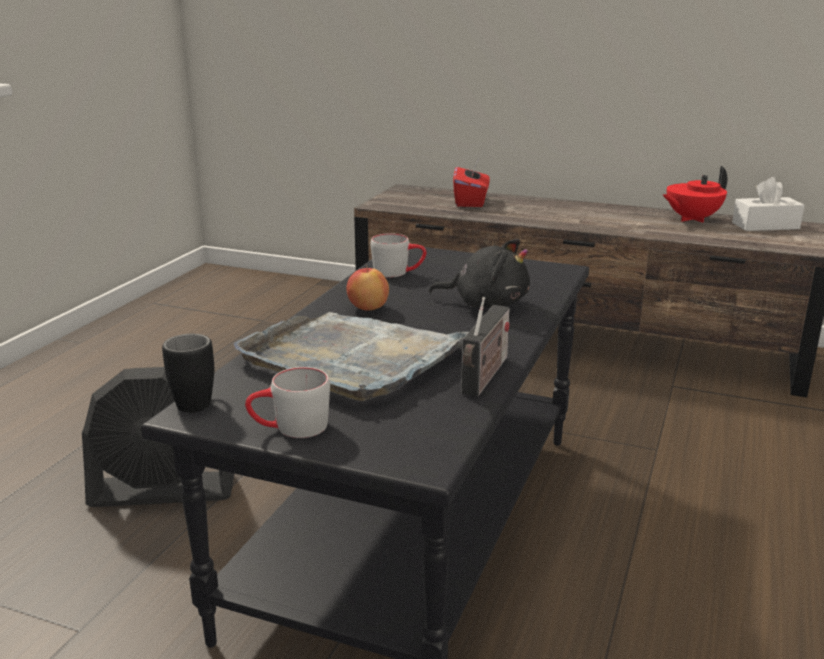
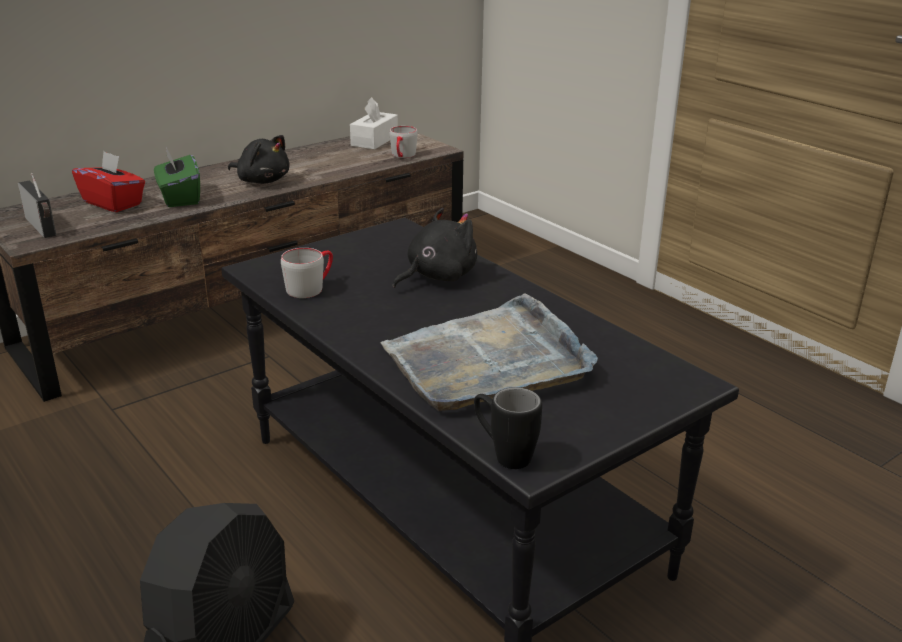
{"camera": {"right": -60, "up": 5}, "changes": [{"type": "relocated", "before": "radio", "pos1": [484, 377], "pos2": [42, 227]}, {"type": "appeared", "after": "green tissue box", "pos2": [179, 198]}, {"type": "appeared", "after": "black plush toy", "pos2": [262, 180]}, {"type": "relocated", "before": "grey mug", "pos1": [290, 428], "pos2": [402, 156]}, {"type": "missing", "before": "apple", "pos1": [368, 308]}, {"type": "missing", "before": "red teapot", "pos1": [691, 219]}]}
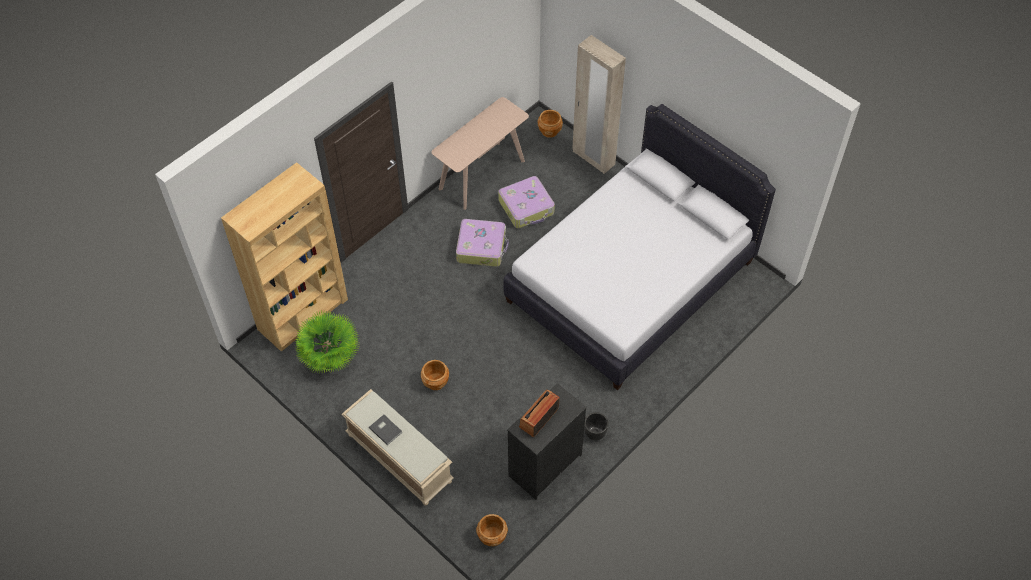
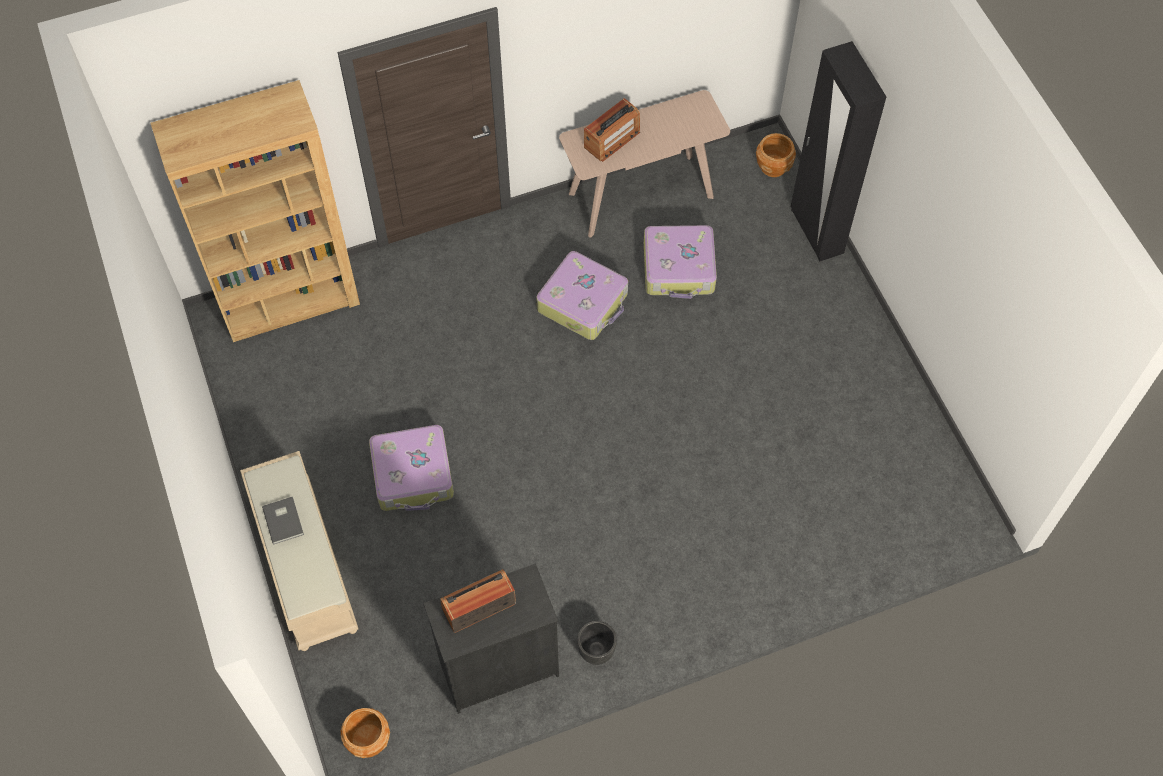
{"camera": {"right": 25, "up": 5}, "changes": [{"type": "exchanged", "before": "brown planter", "after": "suitcase", "pos1": [435, 382], "pos2": [413, 474]}, {"type": "appeared", "after": "radio", "pos2": [612, 139]}, {"type": "colour", "before": "beige wardrobe", "after": "black wardrobe", "pos1": [593, 158], "pos2": [816, 232]}, {"type": "missing", "before": "potted plant", "pos1": [330, 358]}, {"type": "missing", "before": "white bed", "pos1": [630, 281]}]}
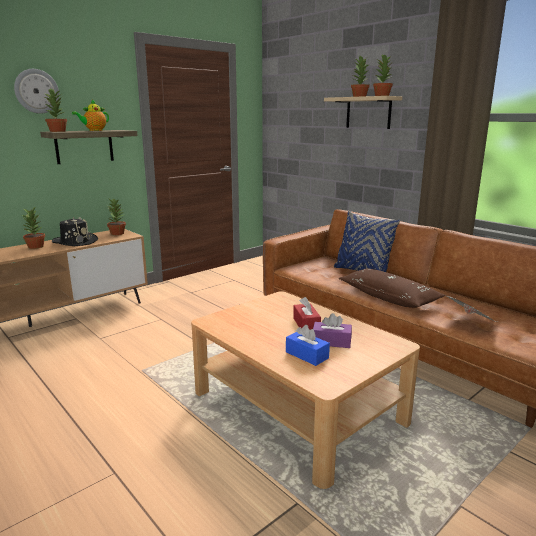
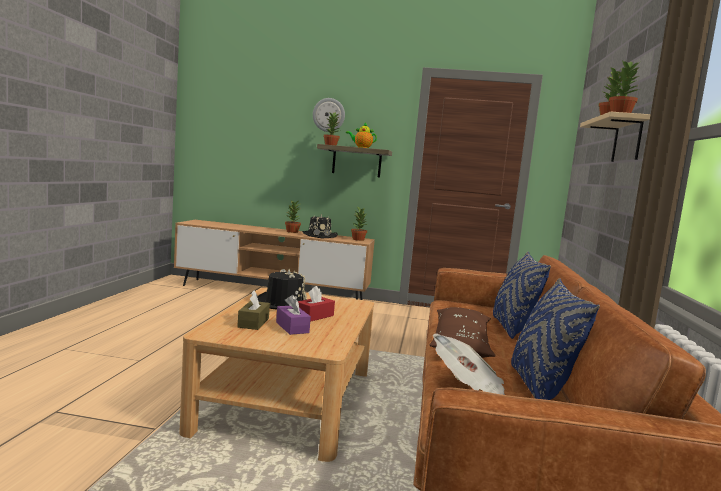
{"camera": {"right": 50, "up": -10}, "changes": [{"type": "colour", "before": "blue tissue box", "after": "brown tissue box", "pos1": [307, 355], "pos2": [253, 323]}, {"type": "appeared", "after": "black hat", "pos2": [283, 304]}, {"type": "appeared", "after": "blue pillow", "pos2": [539, 387]}]}
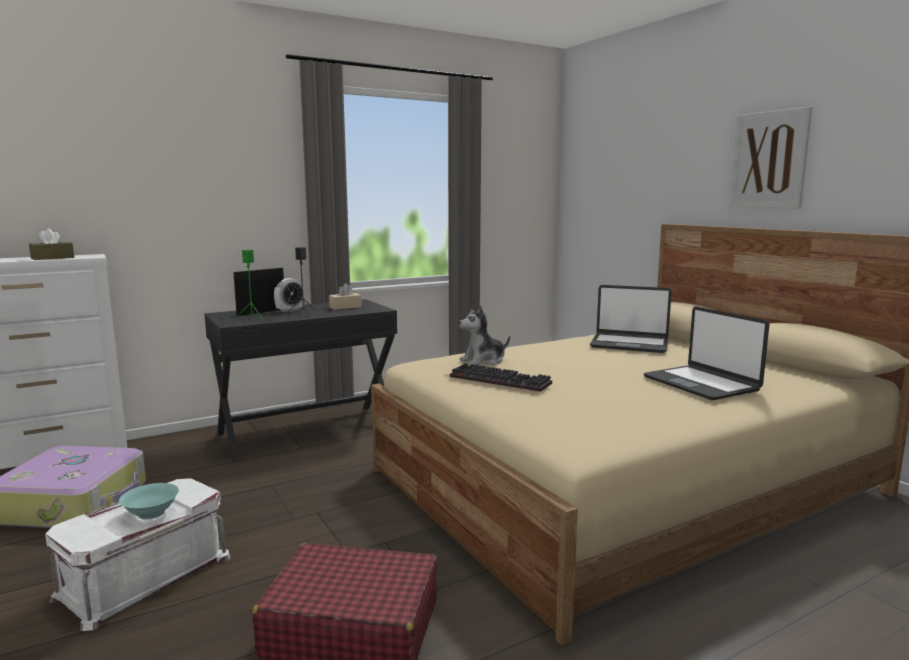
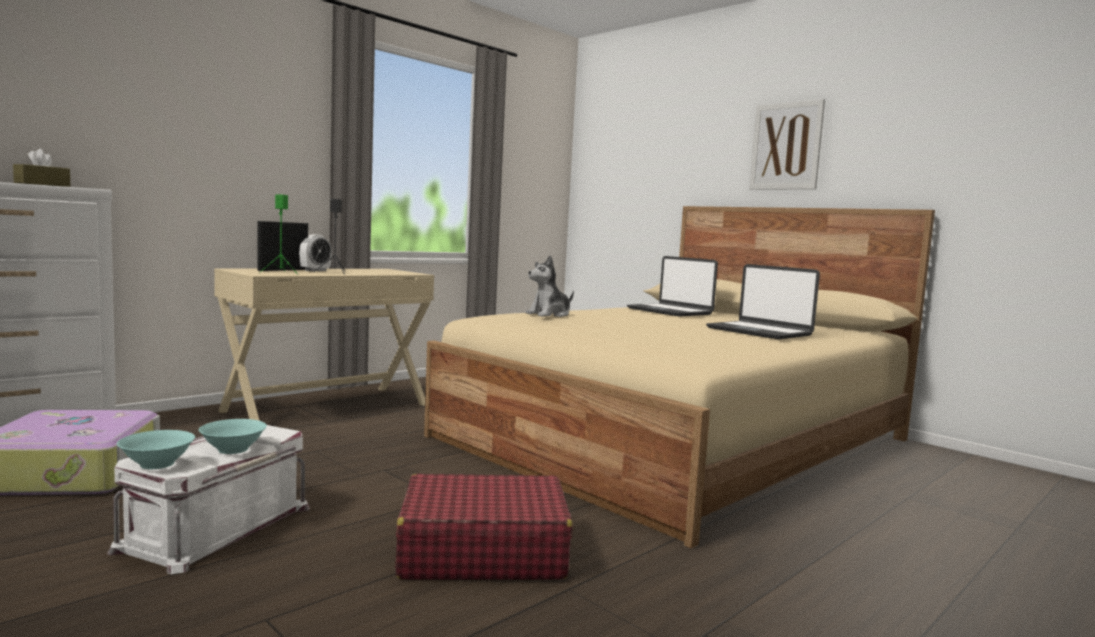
{"camera": {"right": -15, "up": -5}, "changes": [{"type": "appeared", "after": "turquoise bowl", "pos2": [156, 464]}, {"type": "colour", "before": "black desk", "after": "beige desk", "pos1": [307, 430], "pos2": [327, 407]}, {"type": "spun", "before": "laptop", "pos1": [629, 344], "pos2": [670, 311], "turn": 45}, {"type": "missing", "before": "beige tissue box", "pos1": [345, 307]}, {"type": "missing", "before": "keyboard", "pos1": [502, 380]}]}
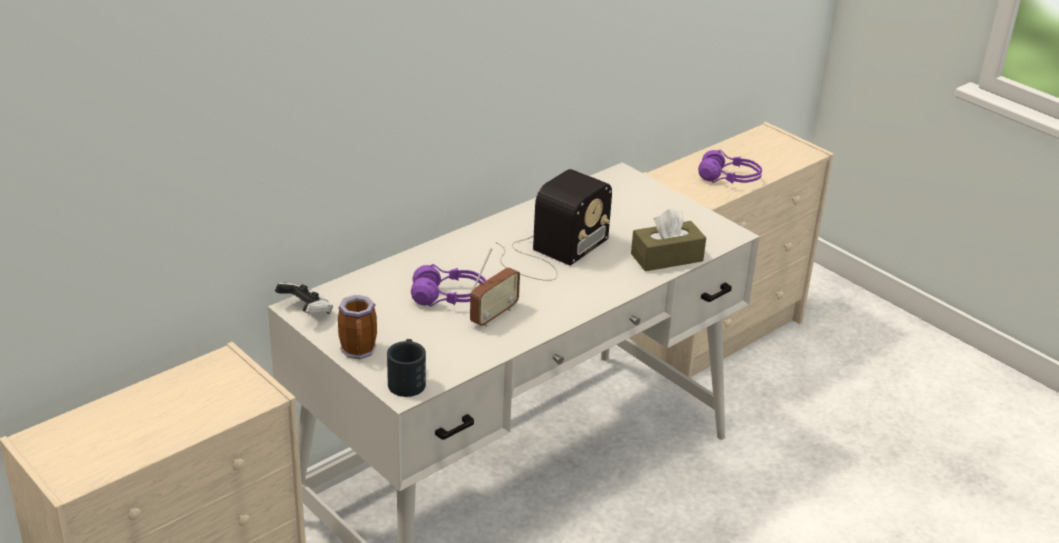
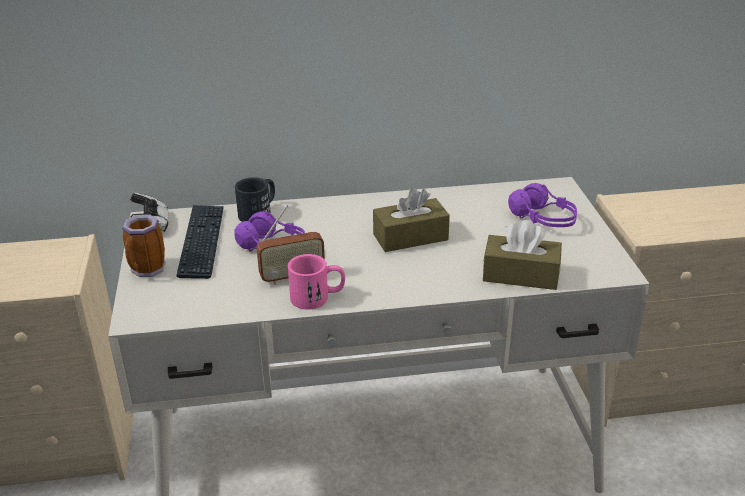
{"camera": {"right": 35, "up": 0}, "changes": [{"type": "appeared", "after": "keyboard", "pos2": [202, 242]}, {"type": "relocated", "before": "black mug", "pos1": [407, 379], "pos2": [259, 212]}, {"type": "appeared", "after": "pink mug", "pos2": [318, 297]}, {"type": "exchanged", "before": "radio", "after": "brown tissue box", "pos1": [551, 252], "pos2": [410, 237]}, {"type": "relocated", "before": "purple headphones", "pos1": [729, 179], "pos2": [543, 219]}]}
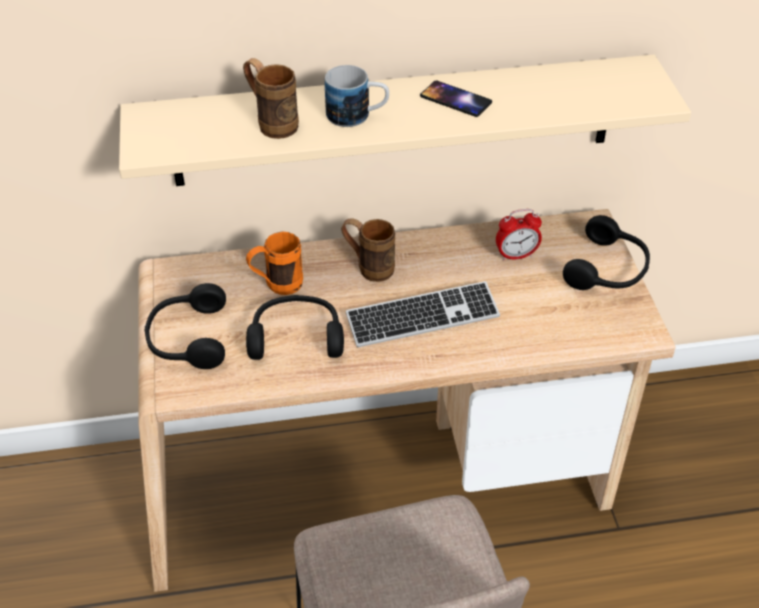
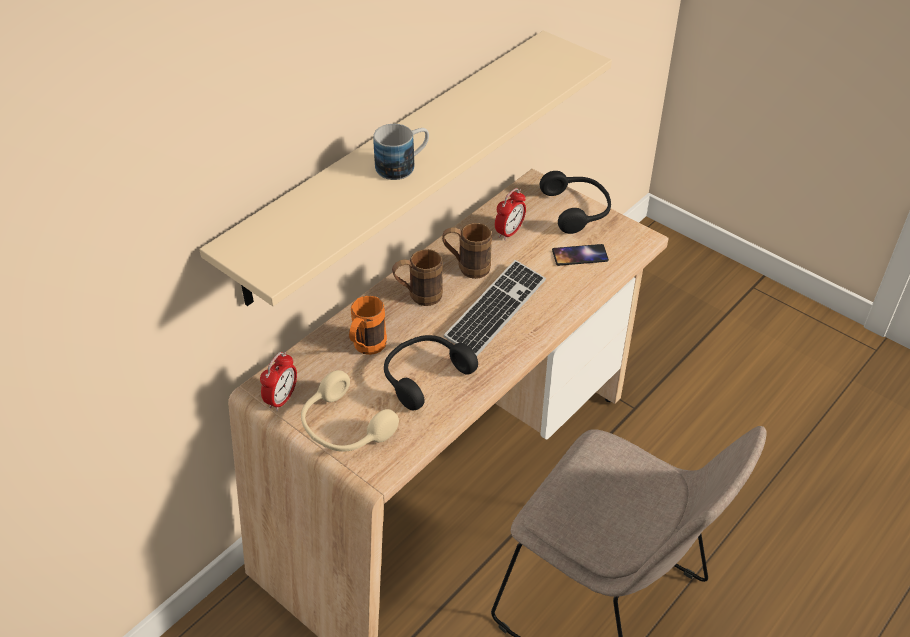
{"camera": {"right": -40, "up": 0}, "changes": [{"type": "appeared", "after": "alarm clock", "pos2": [282, 399]}, {"type": "colour", "before": "black headphones", "after": "beige headphones", "pos1": [187, 339], "pos2": [343, 427]}, {"type": "relocated", "before": "brown mug", "pos1": [272, 123], "pos2": [466, 268]}, {"type": "relocated", "before": "phone", "pos1": [455, 99], "pos2": [580, 255]}]}
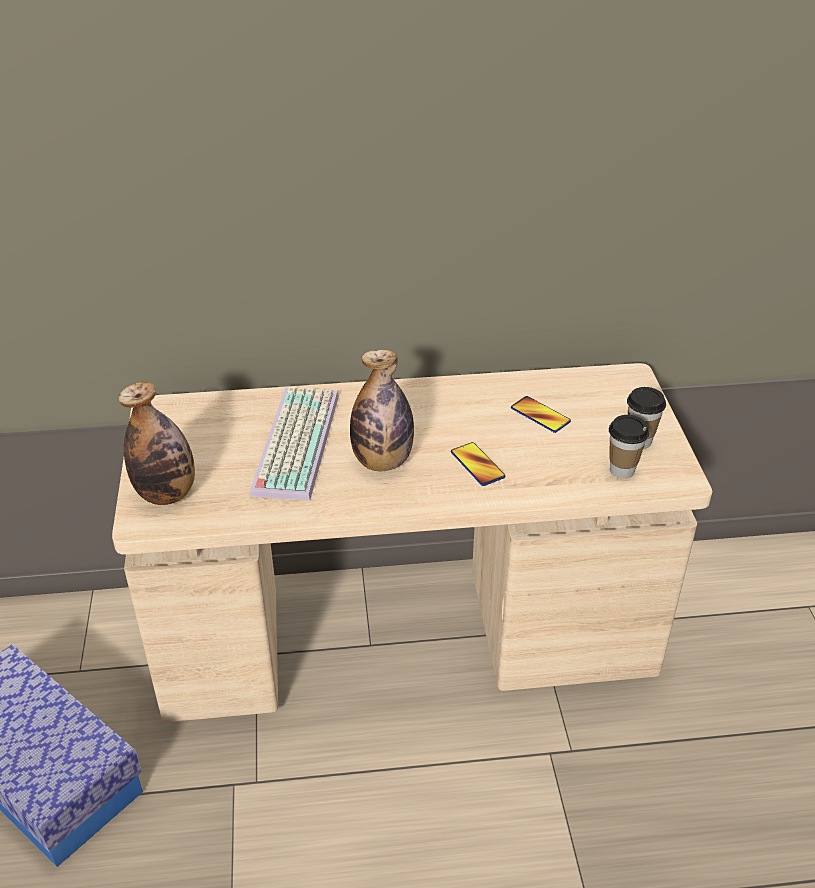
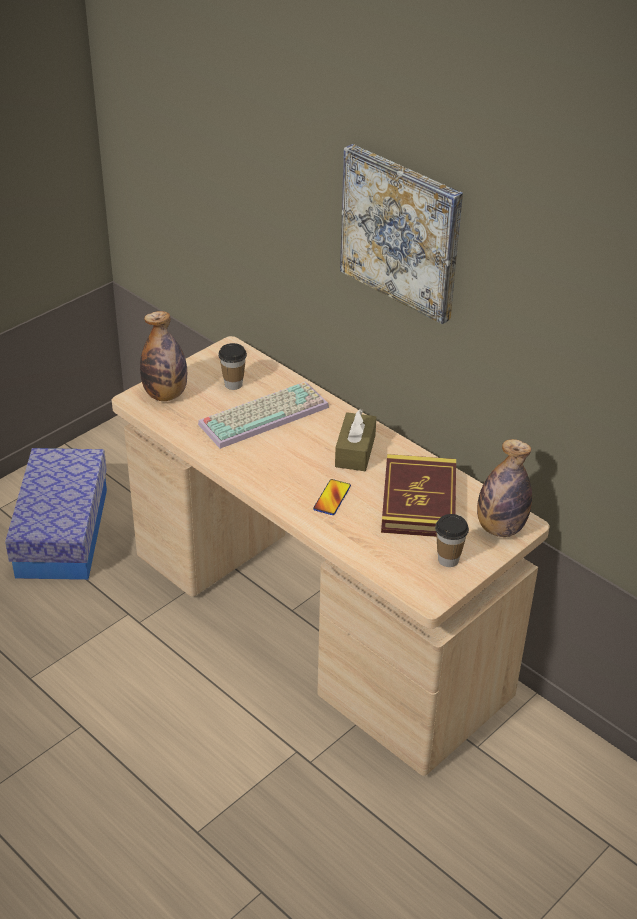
{"camera": {"right": 50, "up": 0}, "changes": [{"type": "relocated", "before": "cup", "pos1": [622, 470], "pos2": [233, 384]}, {"type": "appeared", "after": "brown tissue box", "pos2": [355, 451]}, {"type": "appeared", "after": "picture", "pos2": [401, 232]}, {"type": "exchanged", "before": "phone", "after": "book", "pos1": [540, 415], "pos2": [418, 501]}, {"type": "relocated", "before": "bottle", "pos1": [382, 461], "pos2": [500, 528]}]}
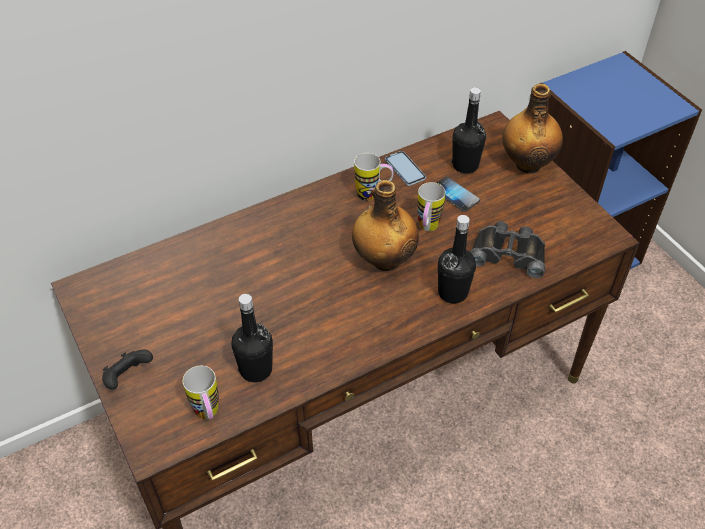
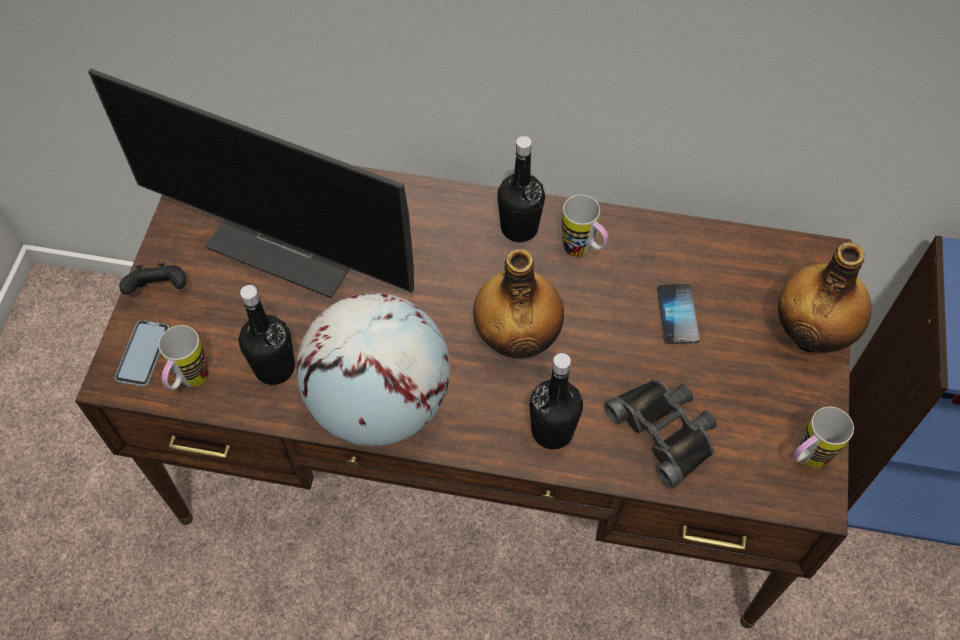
{"camera": {"right": 40, "up": 10}, "changes": [{"type": "appeared", "after": "monitor", "pos2": [295, 241]}, {"type": "relocated", "before": "phone", "pos1": [405, 169], "pos2": [143, 354]}, {"type": "appeared", "after": "globe", "pos2": [380, 403]}, {"type": "relocated", "before": "black bottle", "pos1": [465, 165], "pos2": [519, 228]}, {"type": "relocated", "before": "mug", "pos1": [427, 229], "pos2": [805, 460]}]}
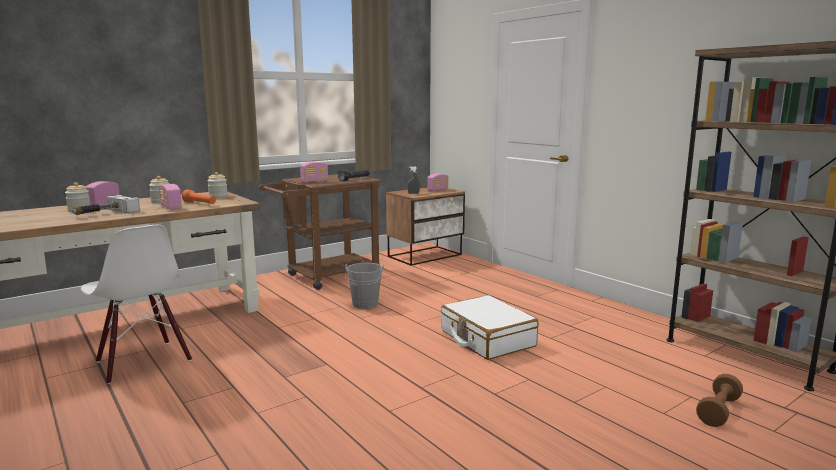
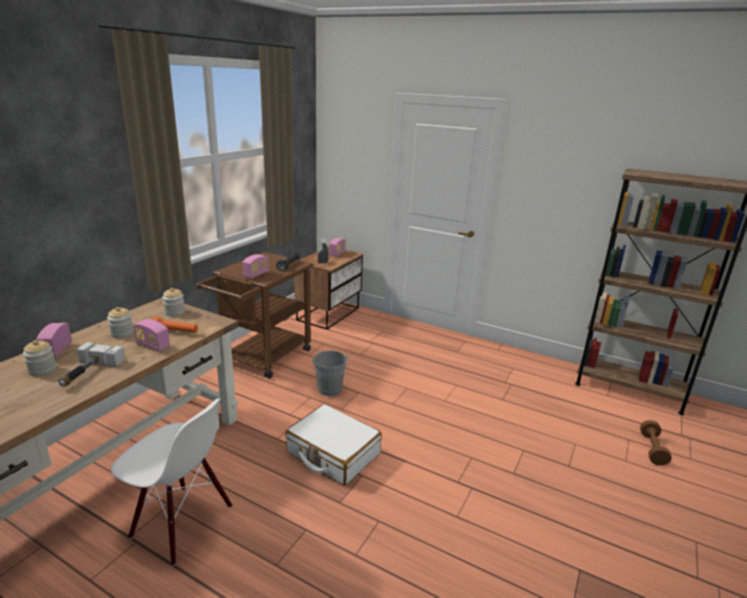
{"camera": {"right": -25, "up": 10}, "changes": [{"type": "relocated", "before": "white suitcase", "pos1": [487, 339], "pos2": [333, 453]}]}
